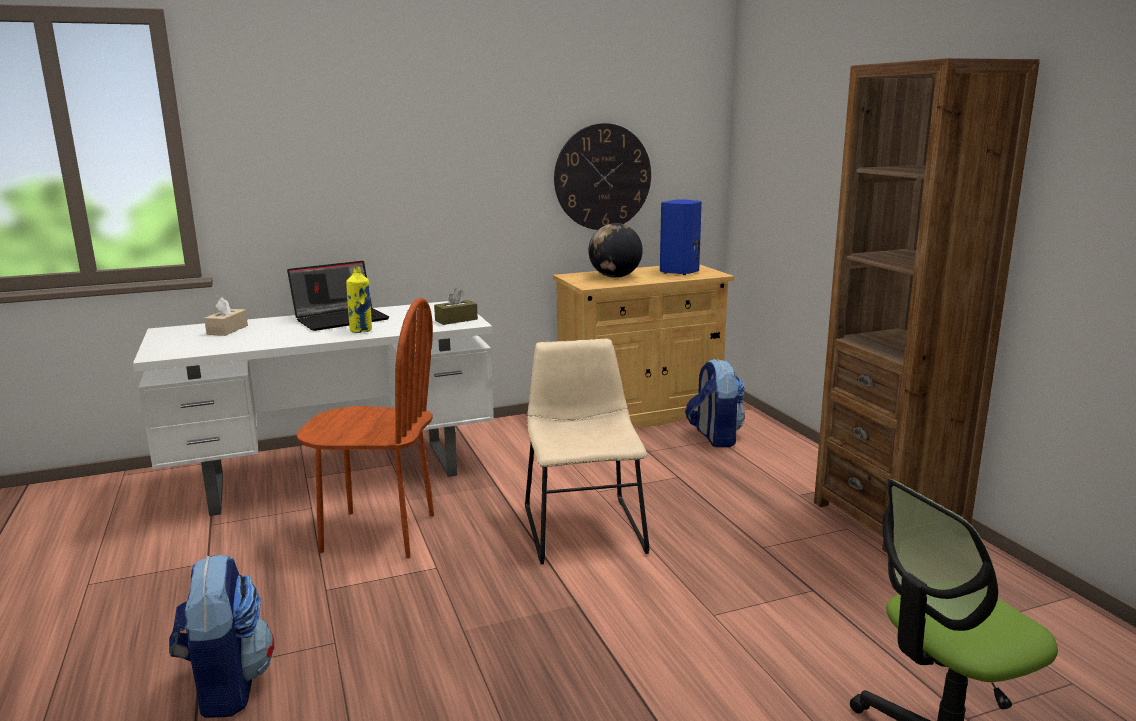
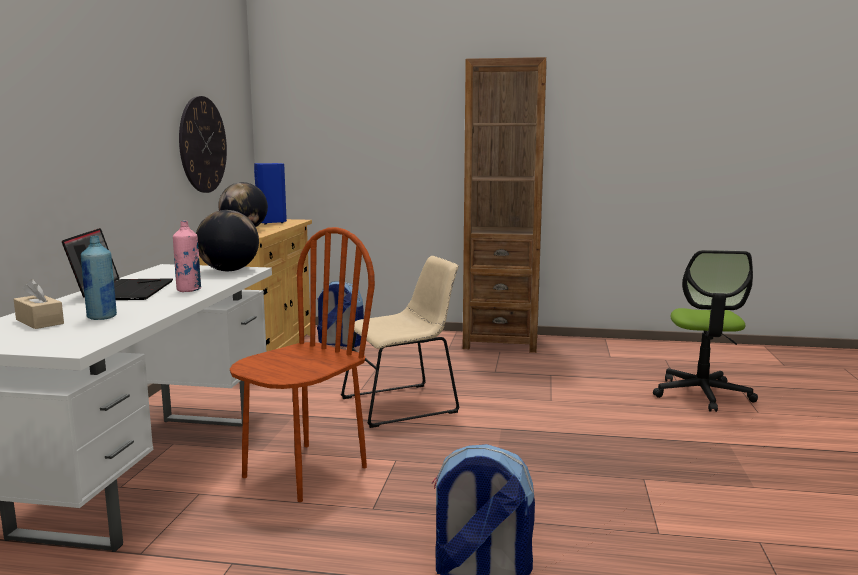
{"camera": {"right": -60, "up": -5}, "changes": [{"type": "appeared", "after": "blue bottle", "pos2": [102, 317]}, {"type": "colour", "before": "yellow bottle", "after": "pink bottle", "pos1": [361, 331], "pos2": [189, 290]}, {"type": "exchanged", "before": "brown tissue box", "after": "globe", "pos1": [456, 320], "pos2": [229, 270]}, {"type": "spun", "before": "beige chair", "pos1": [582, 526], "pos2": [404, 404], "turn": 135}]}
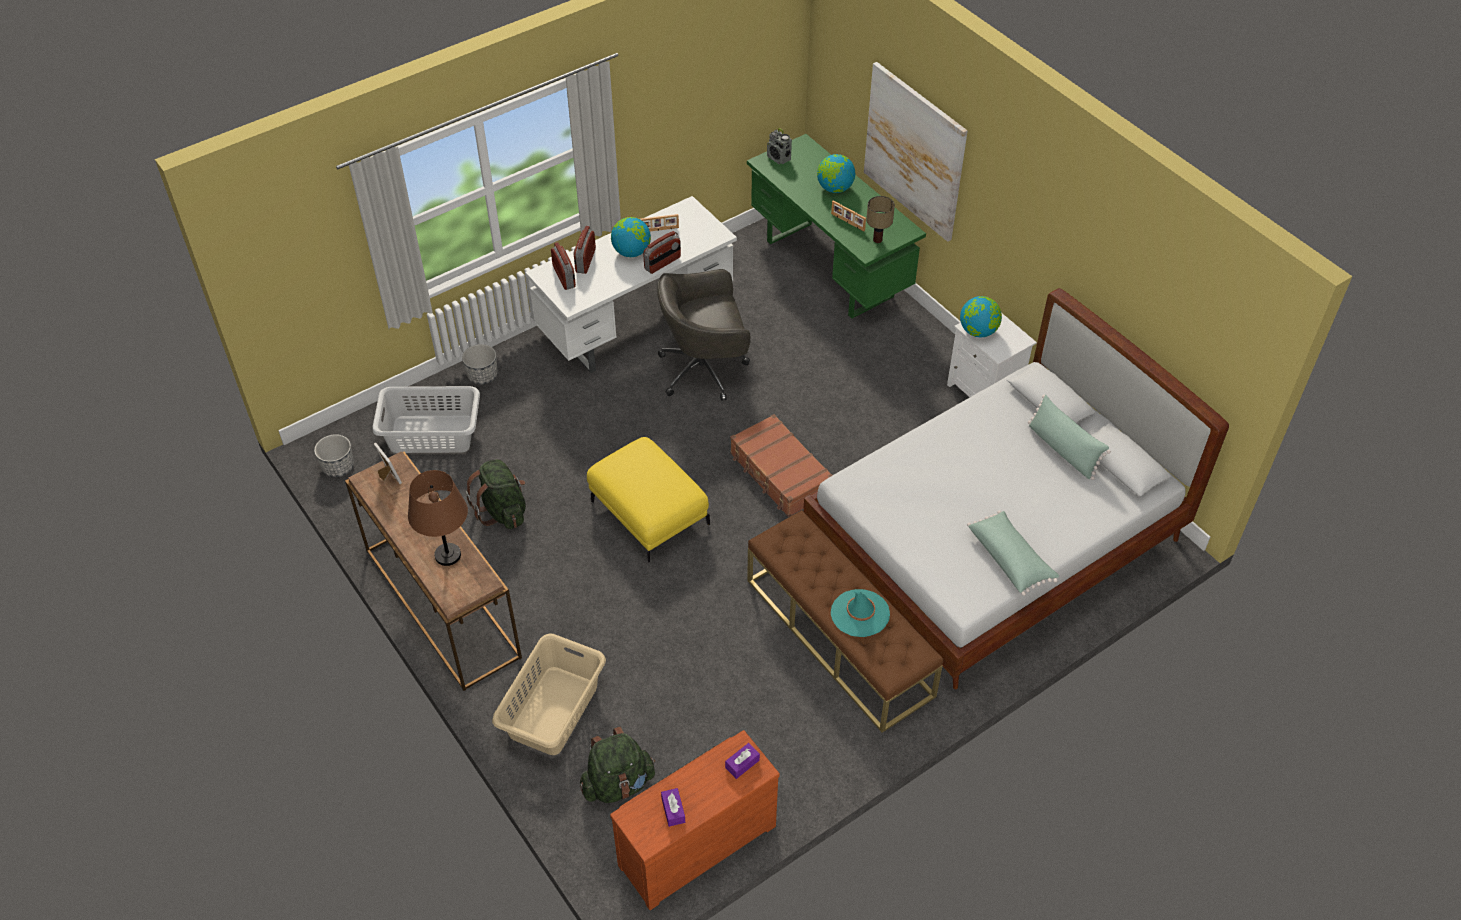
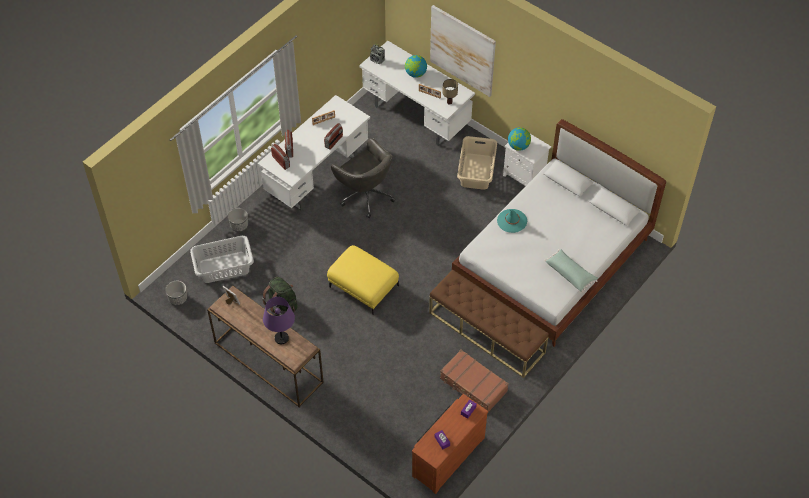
{"camera": {"right": -15, "up": 5}, "changes": [{"type": "colour", "before": "brown table lamp", "after": "purple table lamp", "pos1": [448, 555], "pos2": [281, 338]}, {"type": "spun", "before": "grey office chair", "pos1": [705, 369], "pos2": [365, 195], "turn": -105}, {"type": "colour", "before": "green desk", "after": "white desk", "pos1": [830, 268], "pos2": [417, 116]}, {"type": "relocated", "before": "brown suitcase", "pos1": [780, 474], "pos2": [473, 385]}, {"type": "relocated", "before": "beige laundry basket", "pos1": [552, 710], "pos2": [476, 171]}, {"type": "relocated", "before": "turquoise hat", "pos1": [860, 613], "pos2": [512, 221]}, {"type": "missing", "before": "green backpack", "pos1": [618, 784]}, {"type": "missing", "before": "globe", "pos1": [631, 252]}, {"type": "missing", "before": "green pillow", "pos1": [1063, 450]}]}
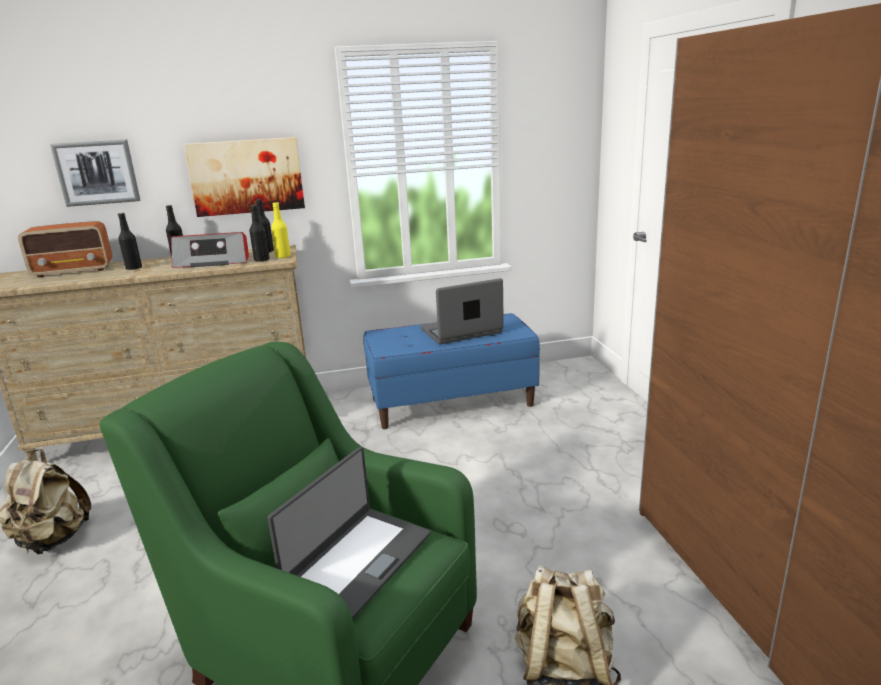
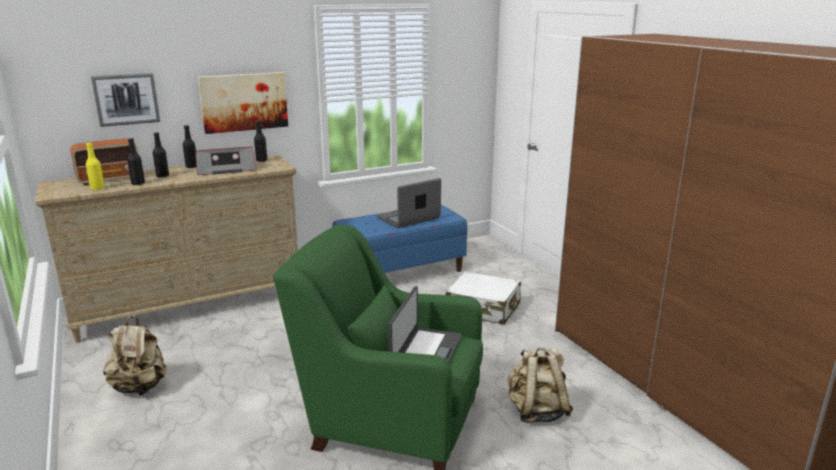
{"camera": {"right": -15, "up": 0}, "changes": [{"type": "relocated", "before": "yellow bottle", "pos1": [283, 257], "pos2": [97, 189]}, {"type": "relocated", "before": "black bottle", "pos1": [262, 260], "pos2": [138, 183]}, {"type": "appeared", "after": "white suitcase", "pos2": [483, 309]}]}
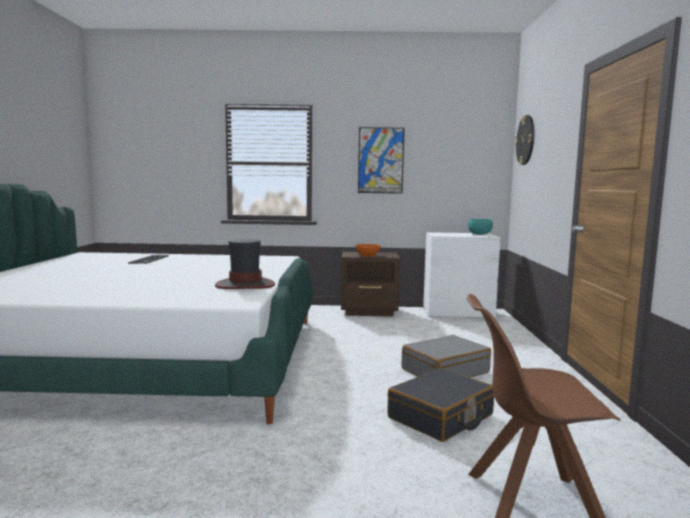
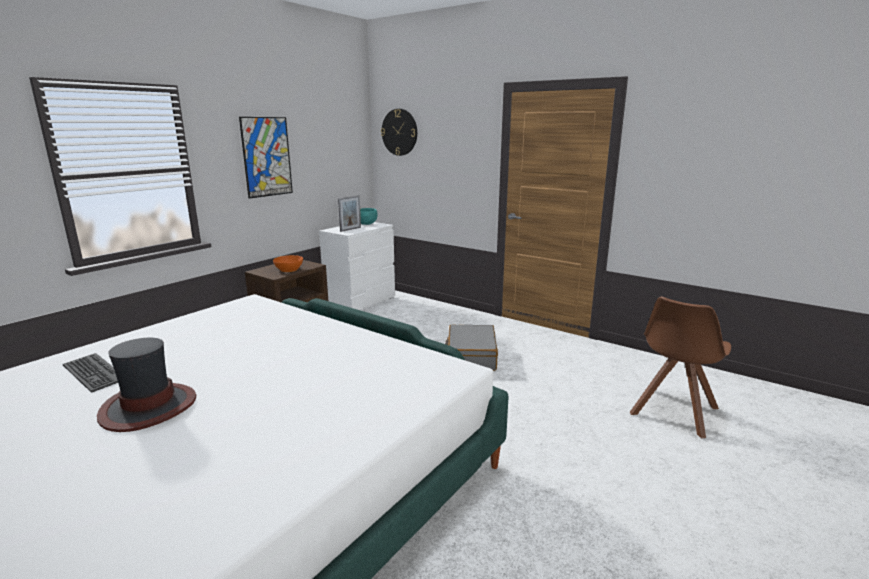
{"camera": {"right": -55, "up": 10}, "changes": [{"type": "relocated", "before": "hat", "pos1": [244, 285], "pos2": [148, 407]}, {"type": "appeared", "after": "picture frame", "pos2": [350, 229]}, {"type": "missing", "before": "black suitcase", "pos1": [441, 417]}]}
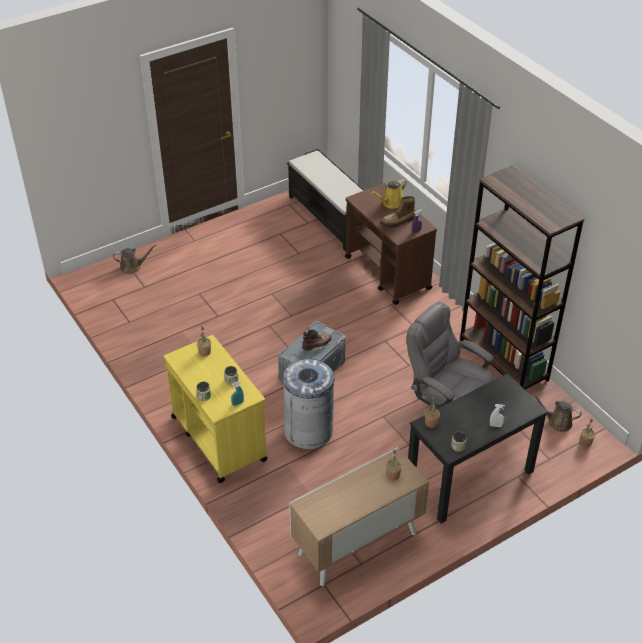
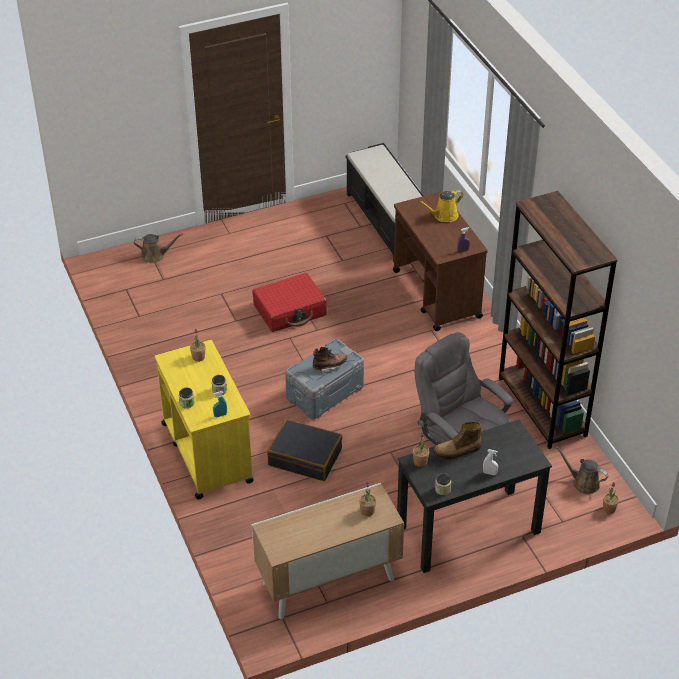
{"camera": {"right": 10, "up": 0}, "changes": [{"type": "appeared", "after": "red suitcase", "pos2": [290, 310]}, {"type": "exchanged", "before": "grey trash can", "after": "black suitcase", "pos1": [308, 431], "pos2": [305, 457]}, {"type": "relocated", "before": "boot", "pos1": [398, 222], "pos2": [457, 451]}]}
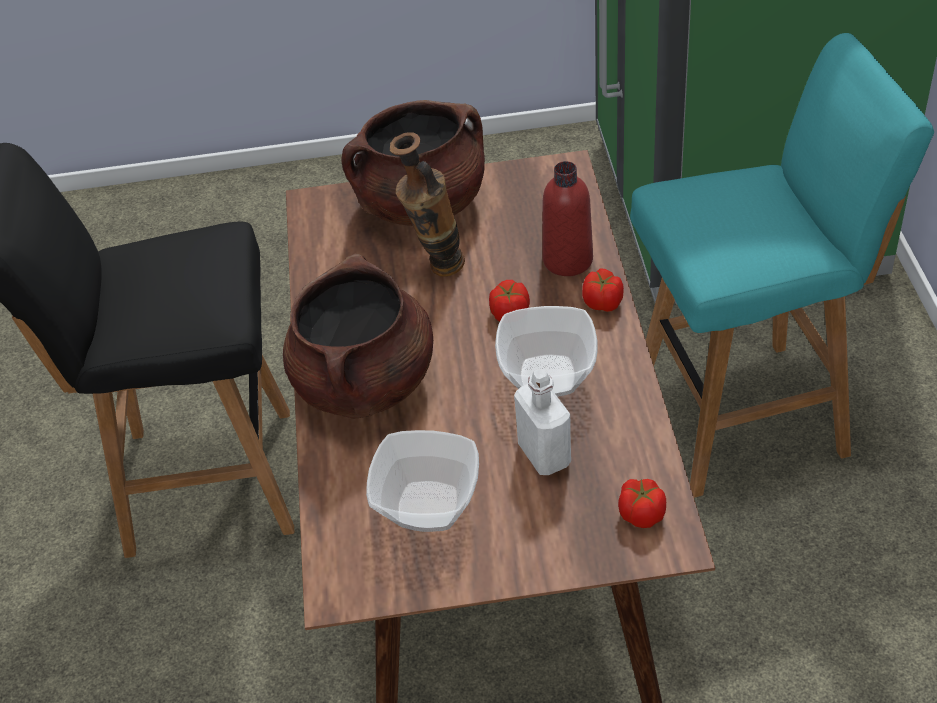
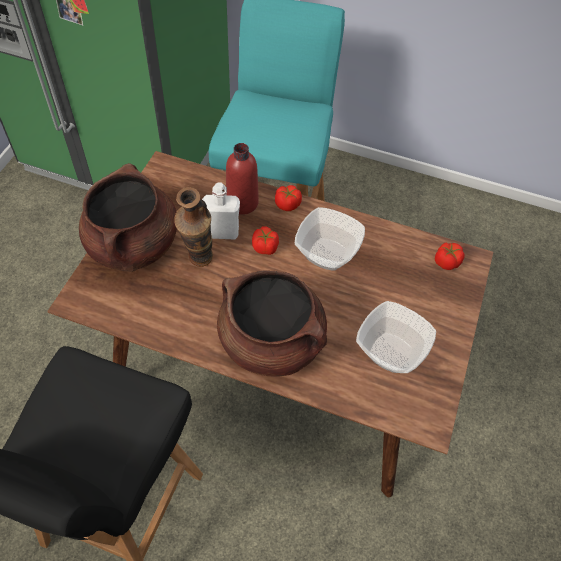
{"camera": {"right": -70, "up": 10}, "changes": [{"type": "relocated", "before": "white bottle", "pos1": [544, 454], "pos2": [222, 232]}]}
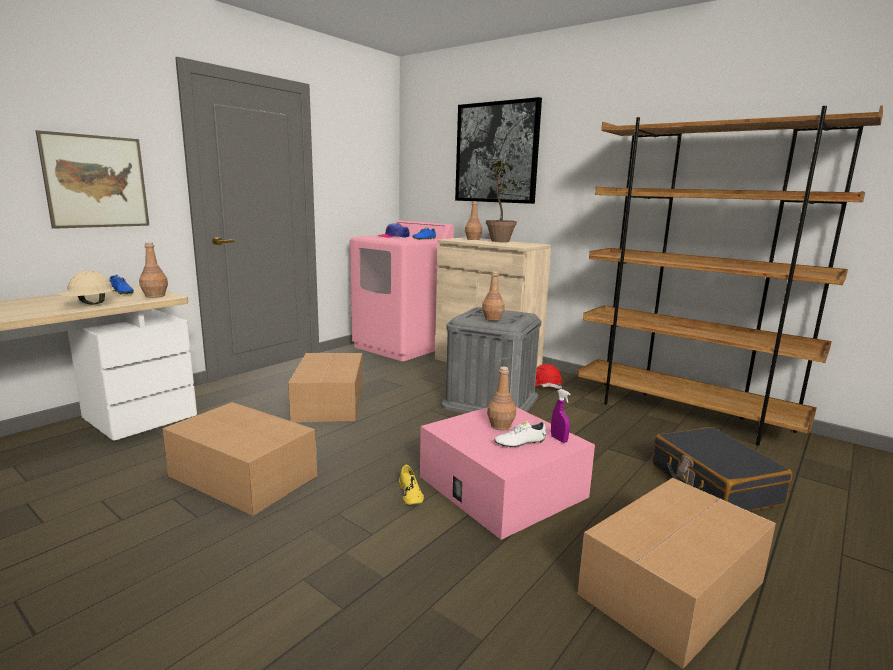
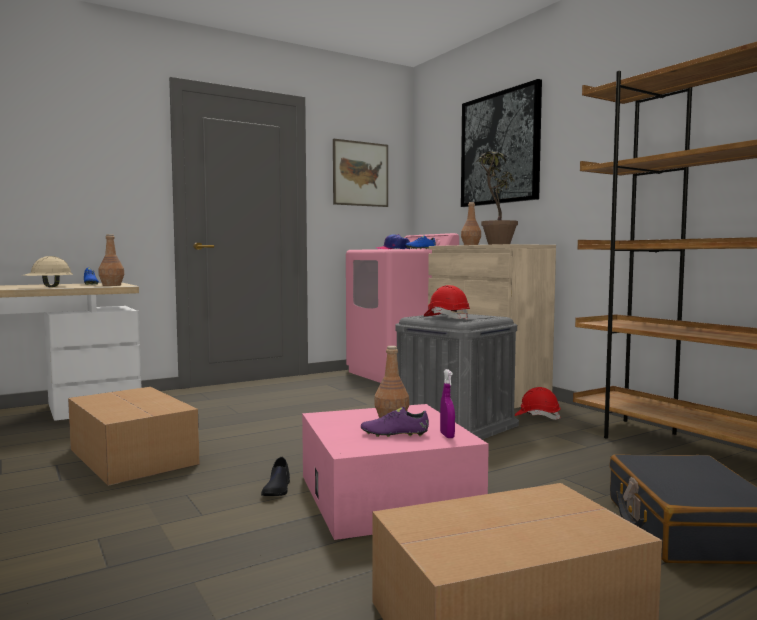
{"camera": {"right": 20, "up": -10}, "changes": [{"type": "colour", "before": "yellow shoe", "after": "black shoe", "pos1": [410, 494], "pos2": [277, 489]}, {"type": "relocated", "before": "picture", "pos1": [96, 182], "pos2": [360, 174]}, {"type": "colour", "before": "white shoe", "after": "purple shoe", "pos1": [520, 443], "pos2": [394, 434]}, {"type": "exchanged", "before": "brown bottle", "after": "red hard hat", "pos1": [492, 319], "pos2": [446, 318]}, {"type": "missing", "before": "cardboard box", "pos1": [330, 402]}]}
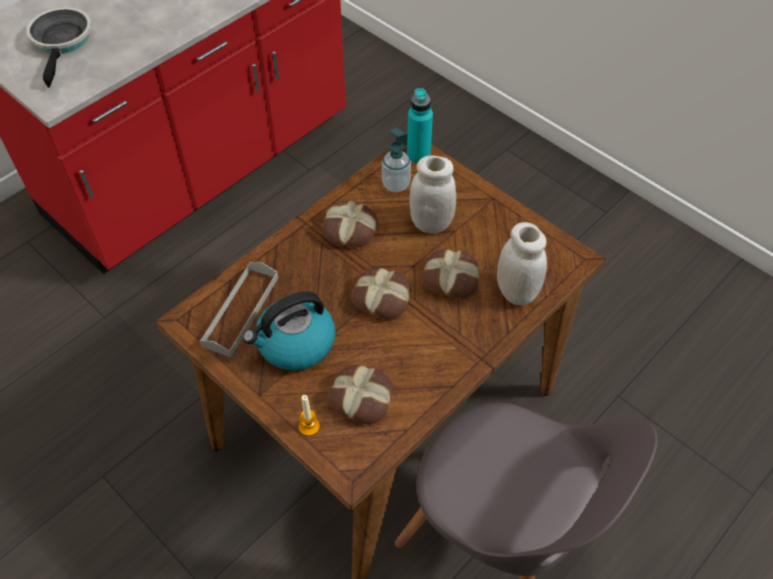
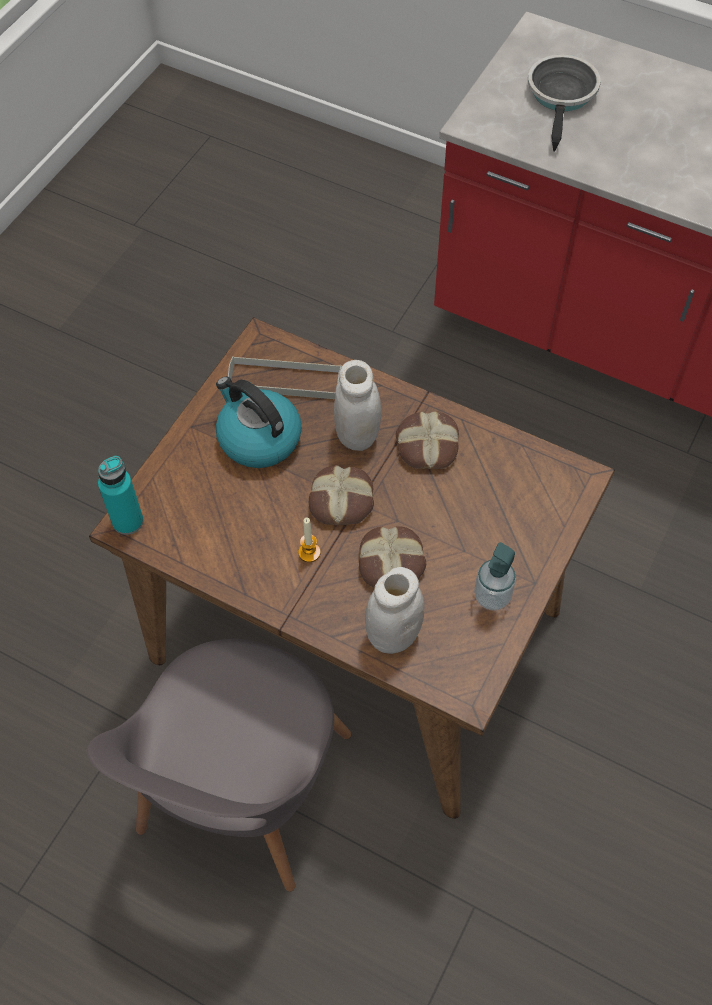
{"camera": {"right": 75, "up": 5}, "changes": [{"type": "relocated", "before": "turquoise bottle", "pos1": [418, 156], "pos2": [127, 521]}, {"type": "relocated", "before": "candle", "pos1": [309, 426], "pos2": [309, 552]}, {"type": "relocated", "before": "white jar", "pos1": [431, 223], "pos2": [357, 435]}, {"type": "relocated", "before": "soap dispenser", "pos1": [396, 184], "pos2": [492, 596]}, {"type": "spun", "before": "frying pan", "pos1": [63, 42], "pos2": [562, 97], "turn": -60}, {"type": "missing", "before": "bread", "pos1": [362, 397]}]}
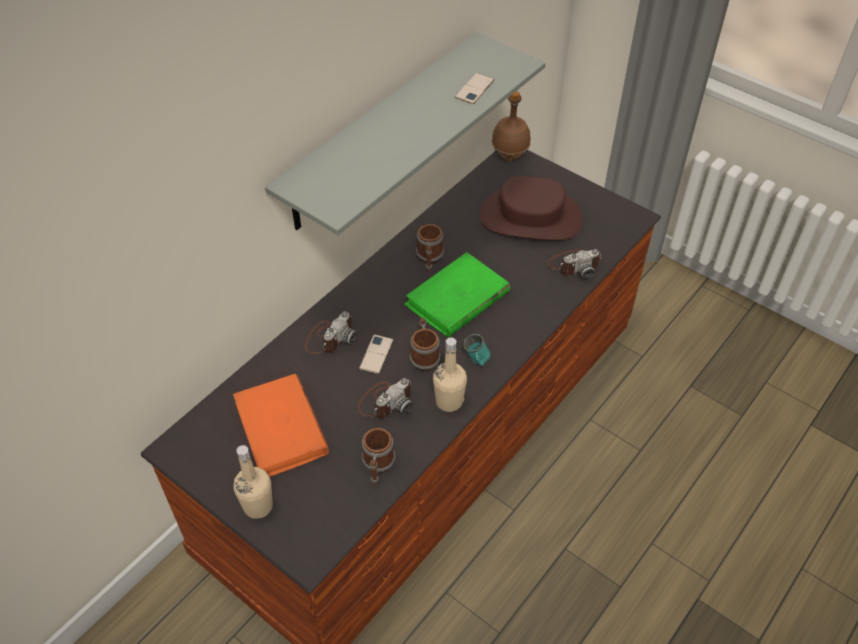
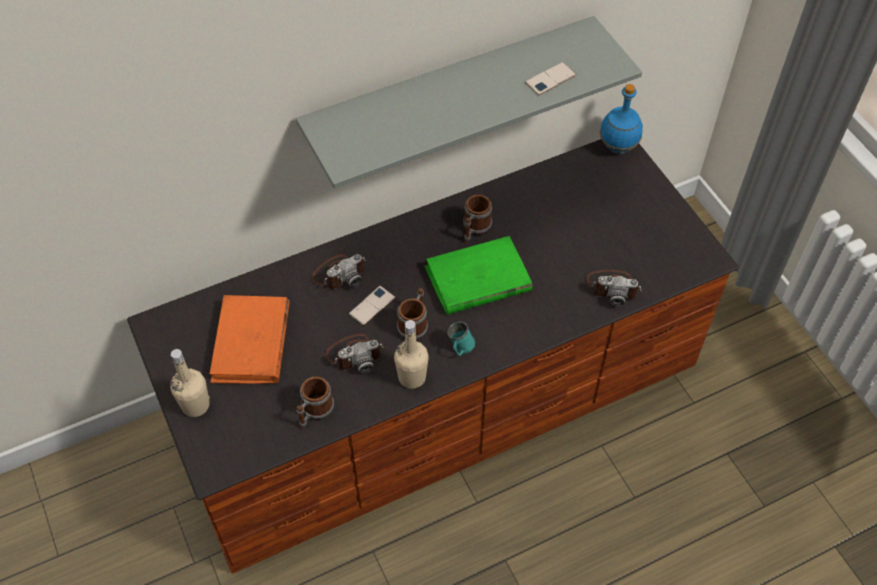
{"camera": {"right": 25, "up": 5}, "changes": [{"type": "colour", "before": "brown bottle", "after": "blue bottle", "pos1": [510, 156], "pos2": [618, 148]}, {"type": "missing", "before": "brown hat", "pos1": [530, 218]}]}
